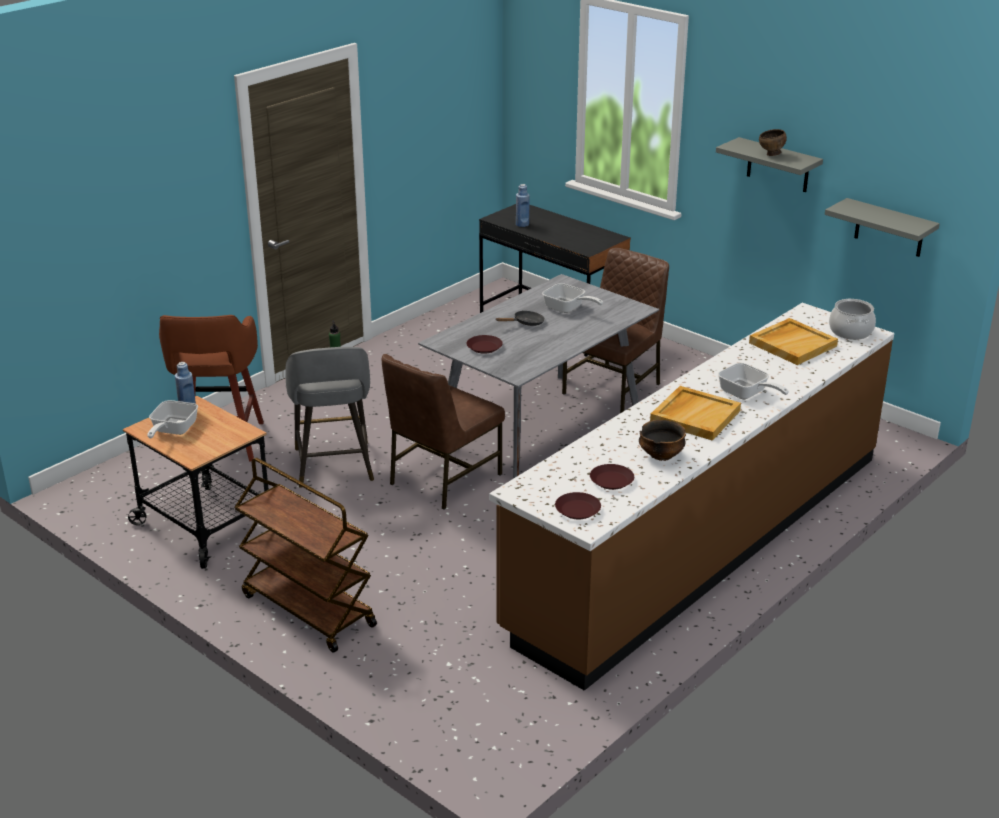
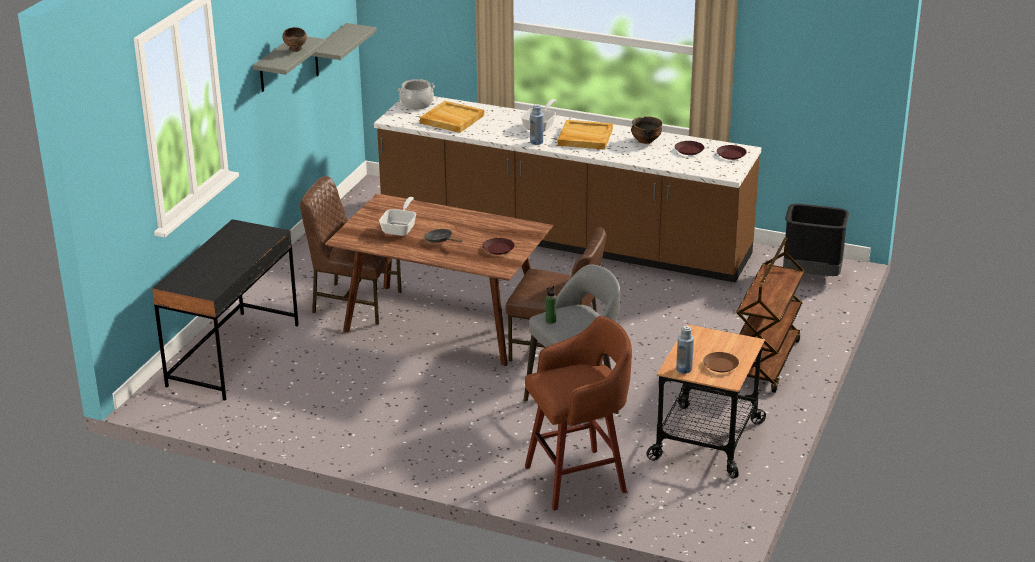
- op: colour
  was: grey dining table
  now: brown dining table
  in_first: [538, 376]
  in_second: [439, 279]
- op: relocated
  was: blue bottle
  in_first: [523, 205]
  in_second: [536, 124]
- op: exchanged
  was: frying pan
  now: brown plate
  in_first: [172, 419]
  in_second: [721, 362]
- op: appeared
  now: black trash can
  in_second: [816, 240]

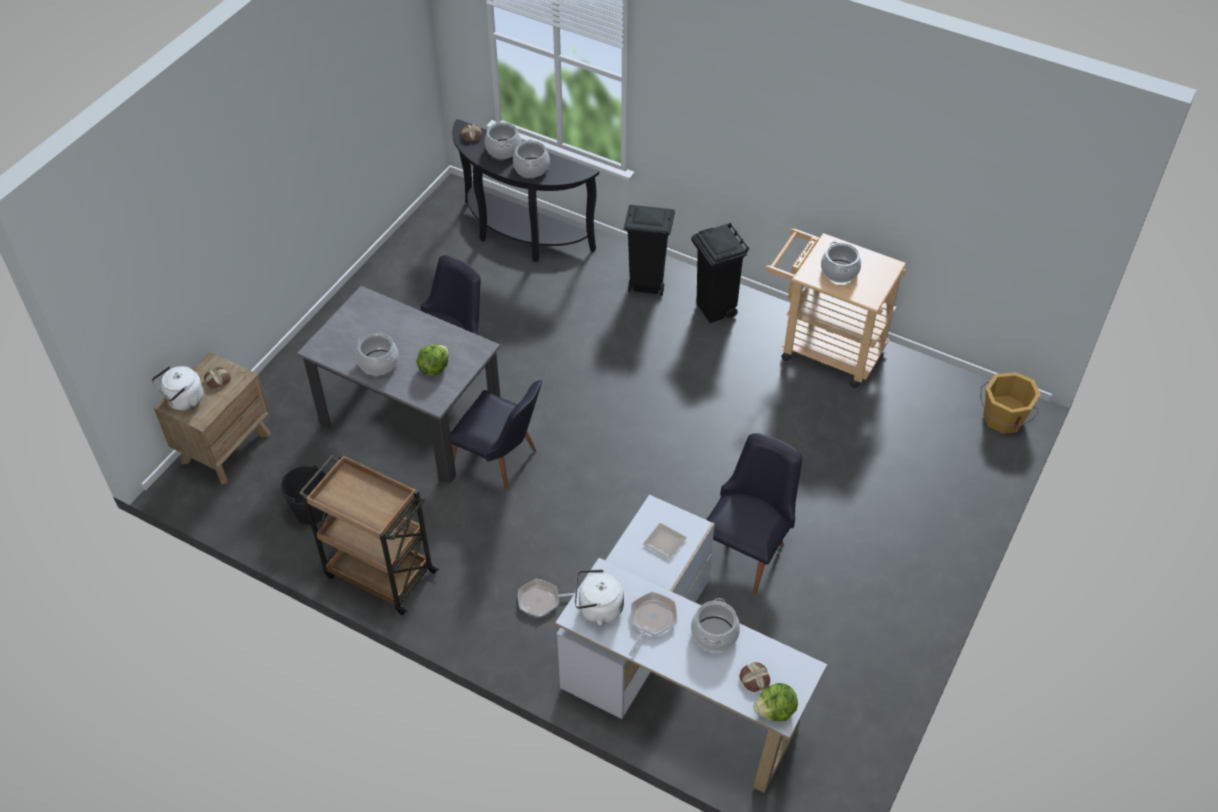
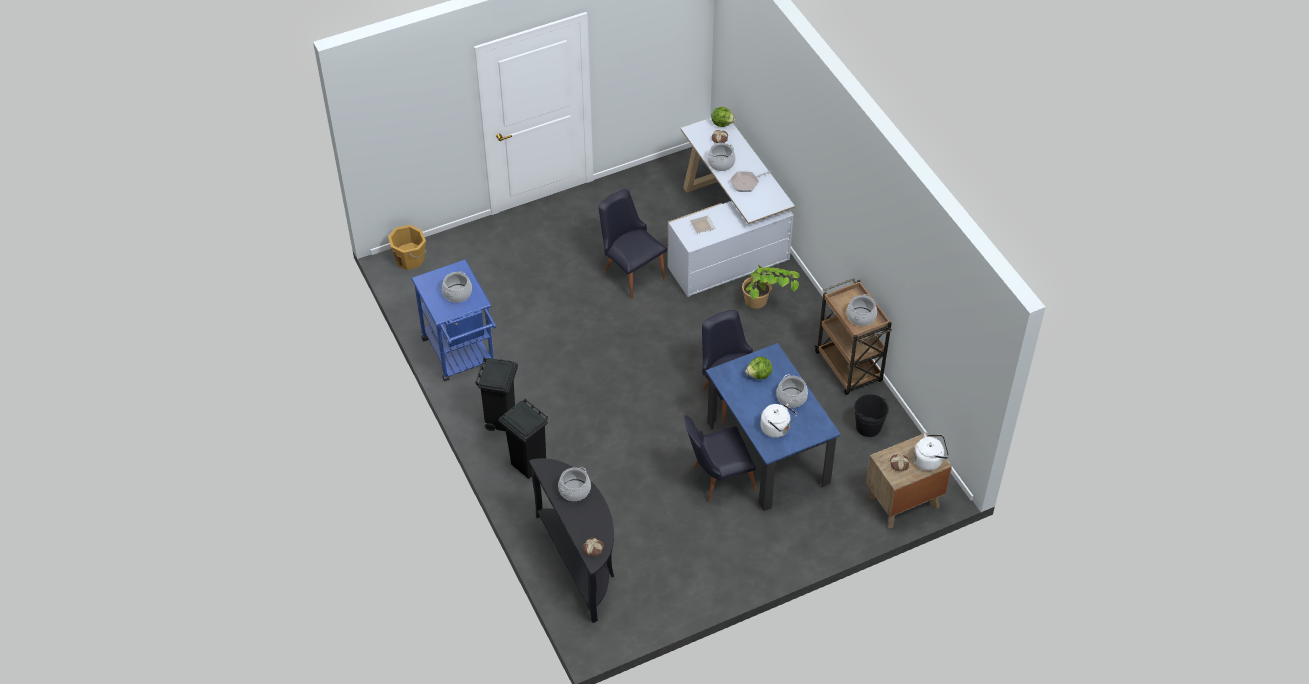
- op: colour
  was: beige cart
  now: blue cart
  in_first: [836, 308]
  in_second: [453, 320]
- op: spun
  was: black chair
  in_first: [754, 514]
  in_second: [633, 244]
  clockwise: 75
- op: colour
  was: grey dining table
  now: blue dining table
  in_first: [398, 385]
  in_second: [773, 427]
- op: exchanged
  was: frying pan
  now: potted plant
  in_first: [546, 598]
  in_second: [771, 287]
- op: relocated
  was: white kettle
  in_first: [599, 597]
  in_second: [778, 421]
- op: relocated
  was: cooking pot
  in_first: [503, 140]
  in_second: [862, 310]

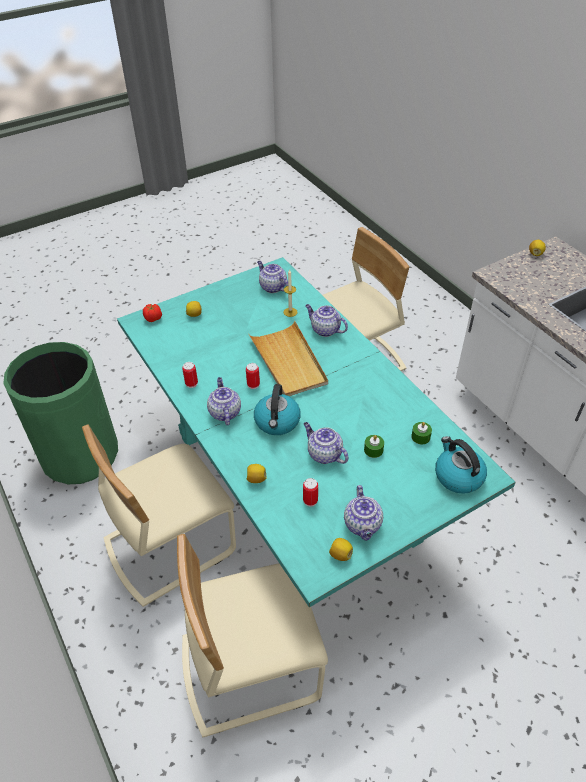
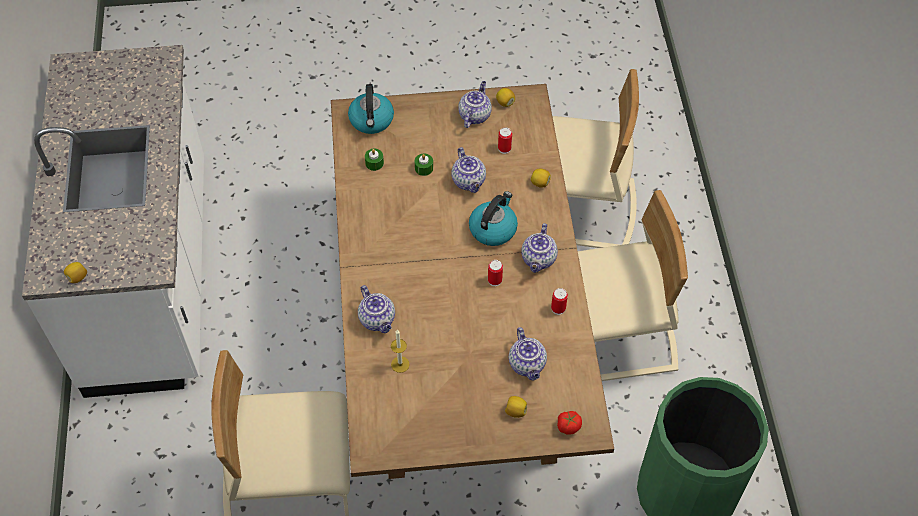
- op: colour
  was: turquoise dining table
  now: brown dining table
  in_first: [316, 432]
  in_second: [472, 281]
- op: relocated
  was: teapot
  in_first: [272, 277]
  in_second: [528, 354]
- op: missing
  was: beige tray
  in_first: [288, 358]

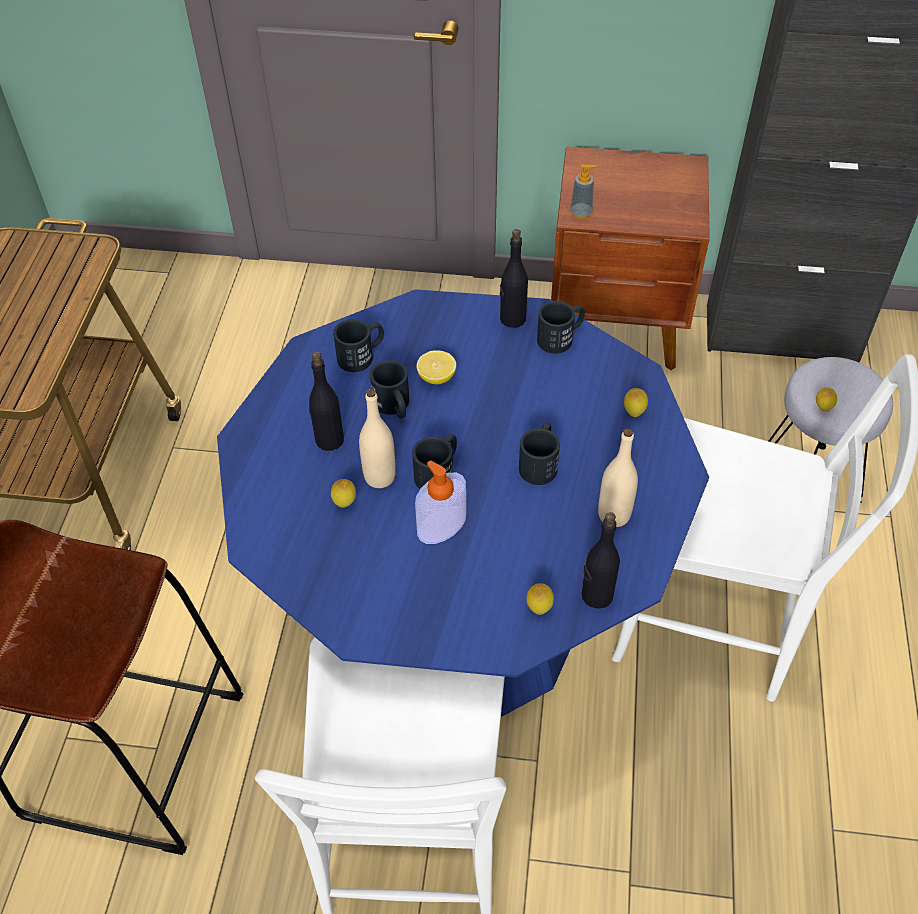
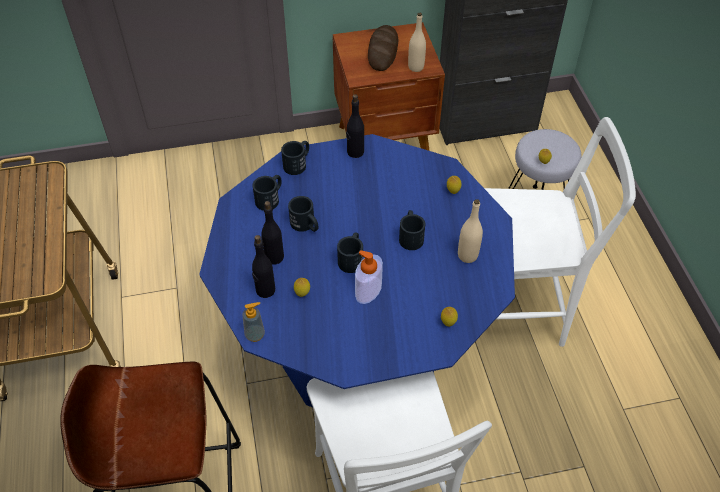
- op: relocated
  was: soap dispenser
  in_first: [584, 191]
  in_second: [254, 322]
- op: relocated
  was: black bottle
  in_first: [601, 560]
  in_second: [263, 266]
- op: relocated
  was: black mug
  in_first: [561, 327]
  in_second: [295, 158]
- op: appeared
  now: bread
  in_second: [383, 48]
- op: relocated
  was: beige bottle
  in_first: [377, 438]
  in_second: [417, 42]
- op: missing
  was: lemon
  in_first: [436, 367]

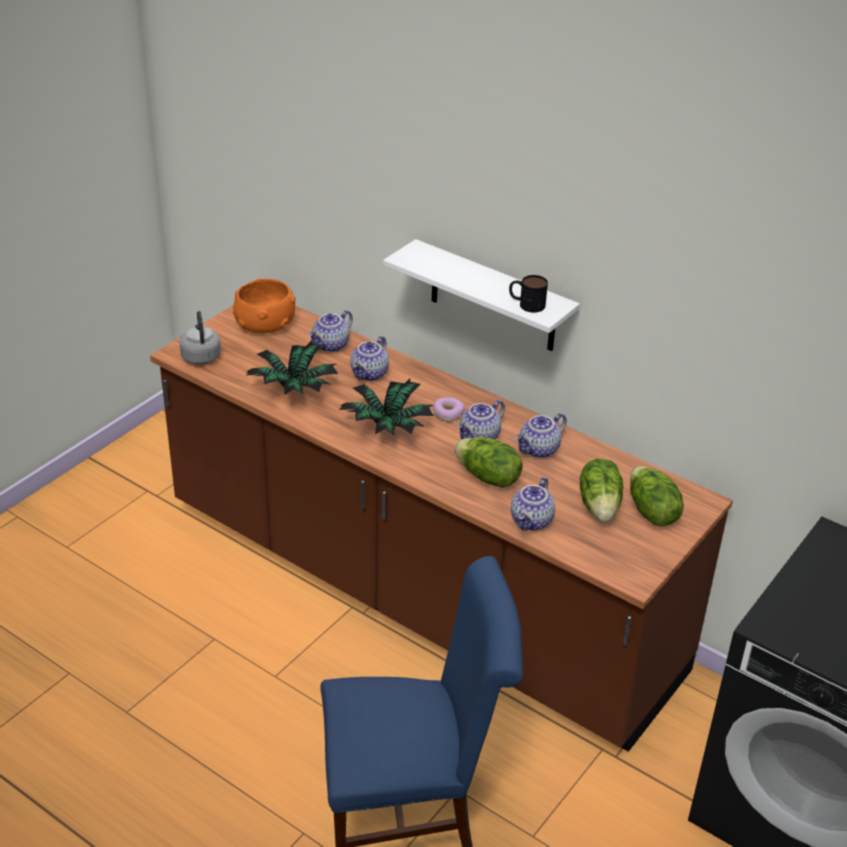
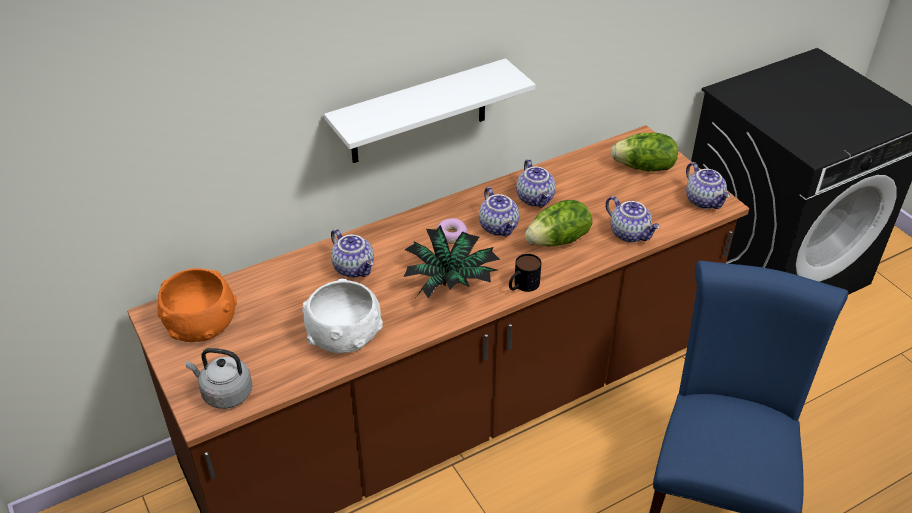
- op: exchanged
  was: potted plant
  now: white bowl
  in_first: [292, 367]
  in_second: [342, 316]
- op: relocated
  was: mug
  in_first: [528, 294]
  in_second: [525, 273]
- op: relocated
  was: teapot
  in_first: [330, 331]
  in_second: [708, 185]
- op: missing
  was: lettuce
  in_first: [601, 490]

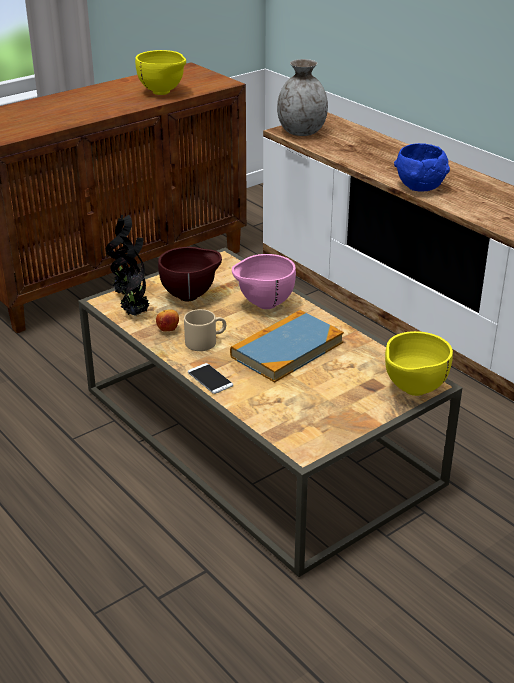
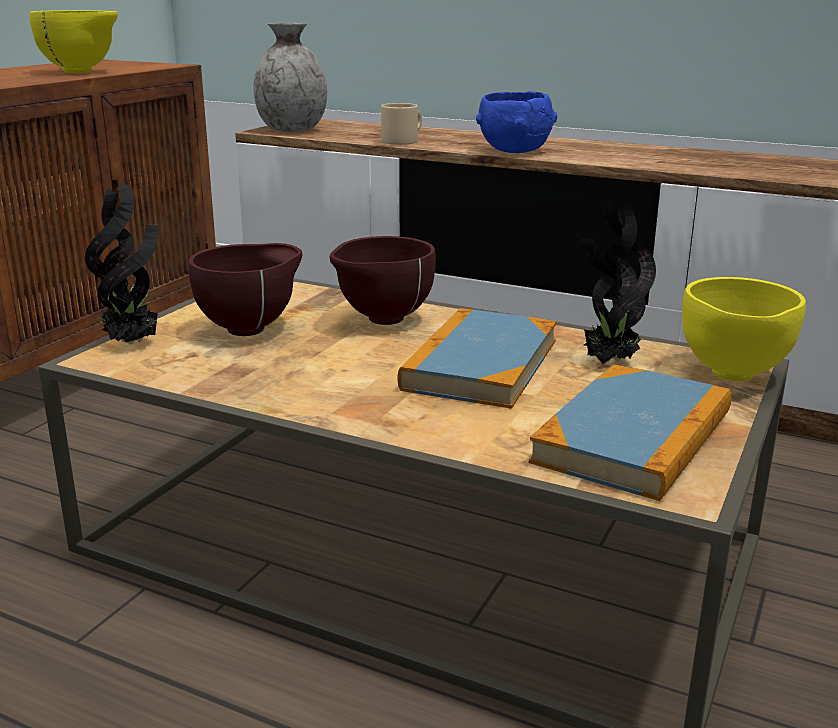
- op: colour
  was: pink bowl
  now: brown bowl
  in_first: [264, 281]
  in_second: [383, 280]
- op: relocated
  was: beige mug
  in_first: [205, 330]
  in_second: [401, 124]
- op: appeared
  now: book
  in_second: [630, 433]
- op: relocated
  was: potted plant
  in_first: [134, 276]
  in_second: [618, 282]
- op: missing
  was: apple
  in_first: [167, 320]
- op: missing
  was: phone
  in_first: [210, 378]

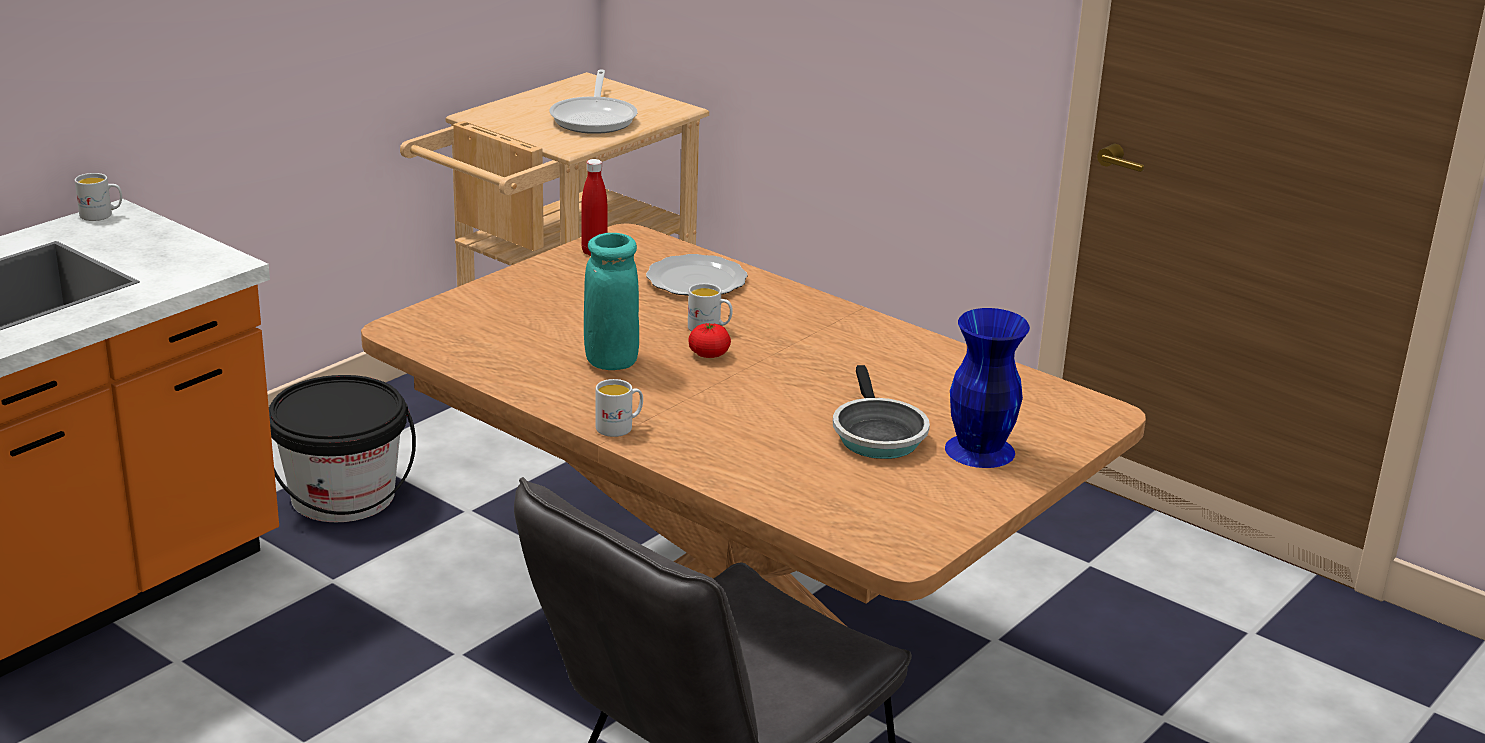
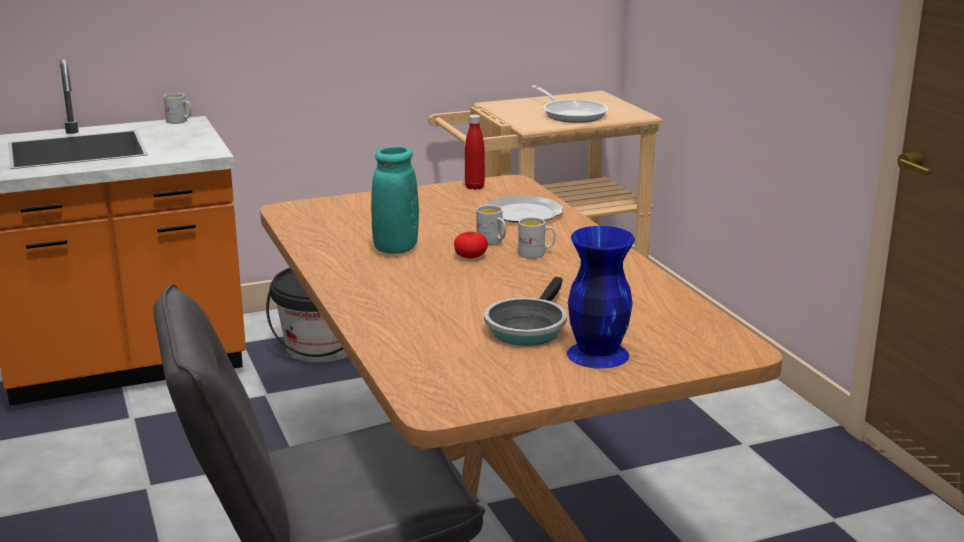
- op: relocated
  was: white mug
  in_first: [619, 408]
  in_second: [537, 237]
- op: spun
  was: frying pan
  in_first: [593, 101]
  in_second: [570, 104]
  clockwise: -60

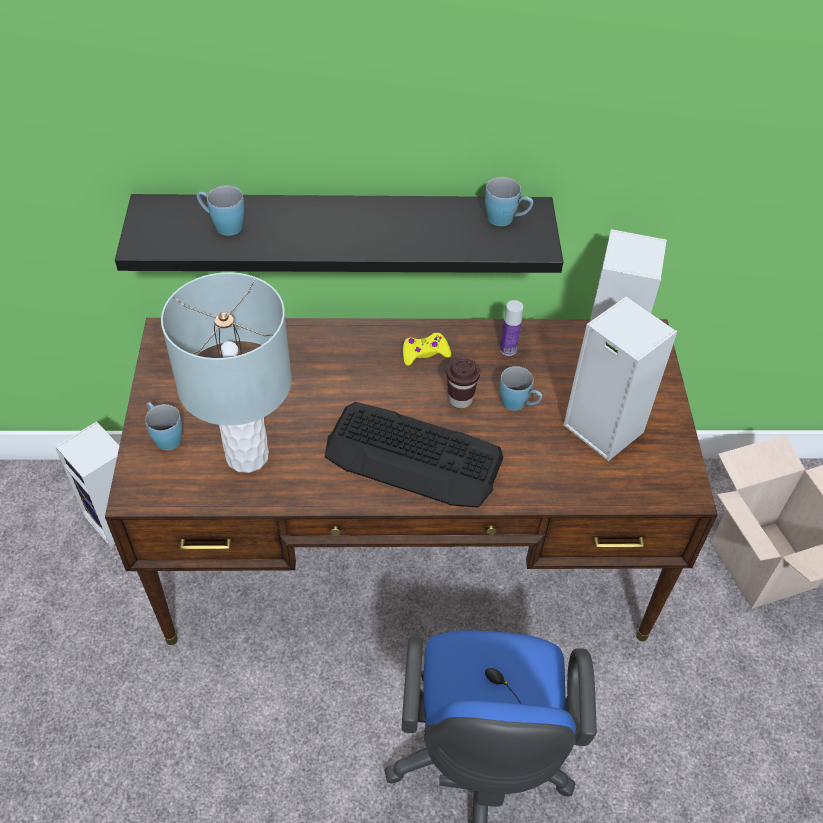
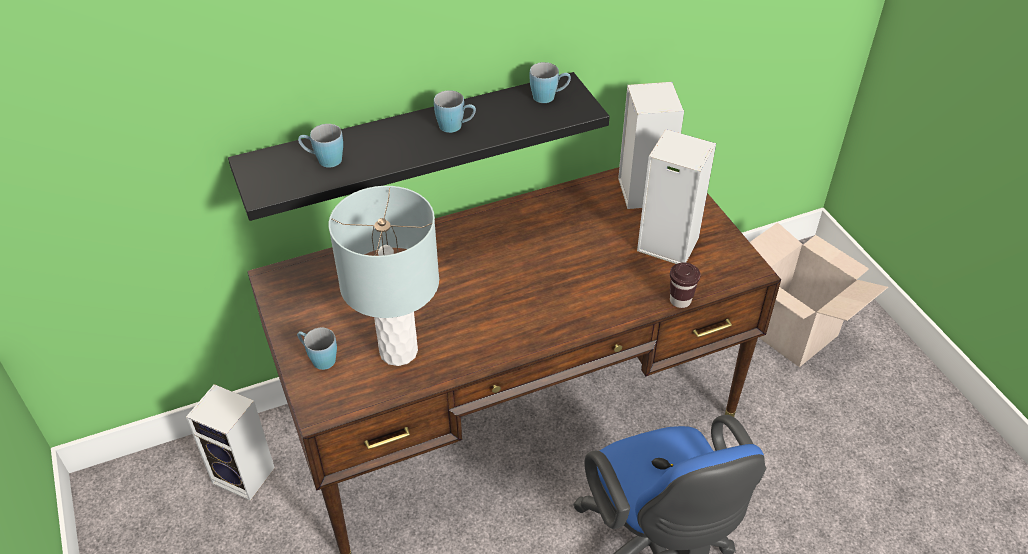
- op: relocated
  was: blue mug
  in_first: [521, 388]
  in_second: [455, 111]
- op: relocated
  was: brown cup
  in_first: [463, 383]
  in_second: [685, 285]
- op: missing
  was: keyboard
  in_first: [414, 455]
- op: missing
  was: yellow game controller
  in_first: [427, 349]
- op: missing
  was: bottle
  in_first: [511, 328]

